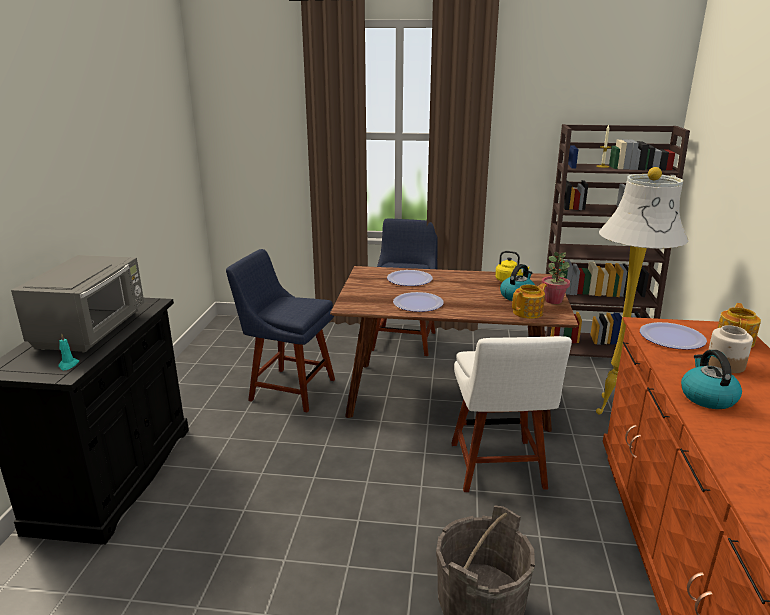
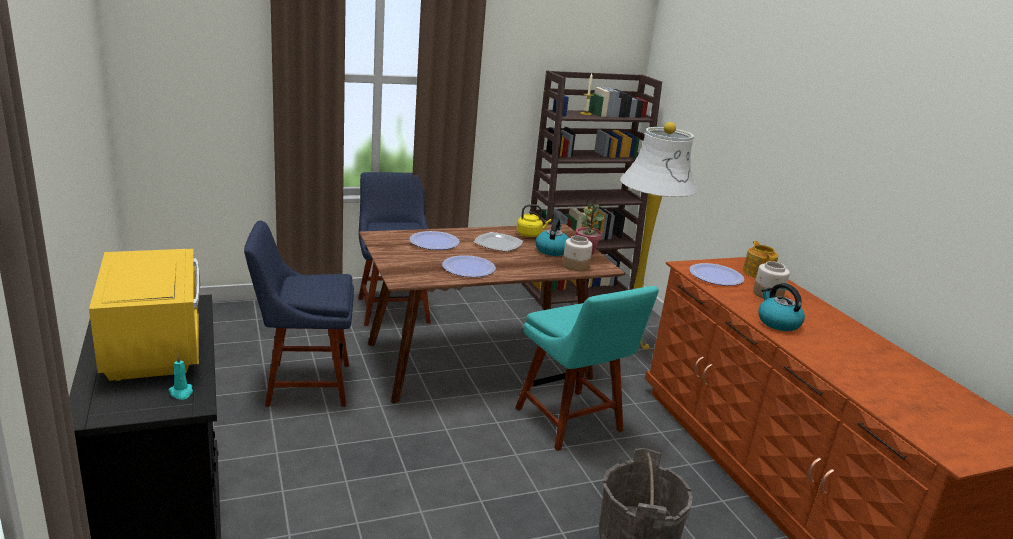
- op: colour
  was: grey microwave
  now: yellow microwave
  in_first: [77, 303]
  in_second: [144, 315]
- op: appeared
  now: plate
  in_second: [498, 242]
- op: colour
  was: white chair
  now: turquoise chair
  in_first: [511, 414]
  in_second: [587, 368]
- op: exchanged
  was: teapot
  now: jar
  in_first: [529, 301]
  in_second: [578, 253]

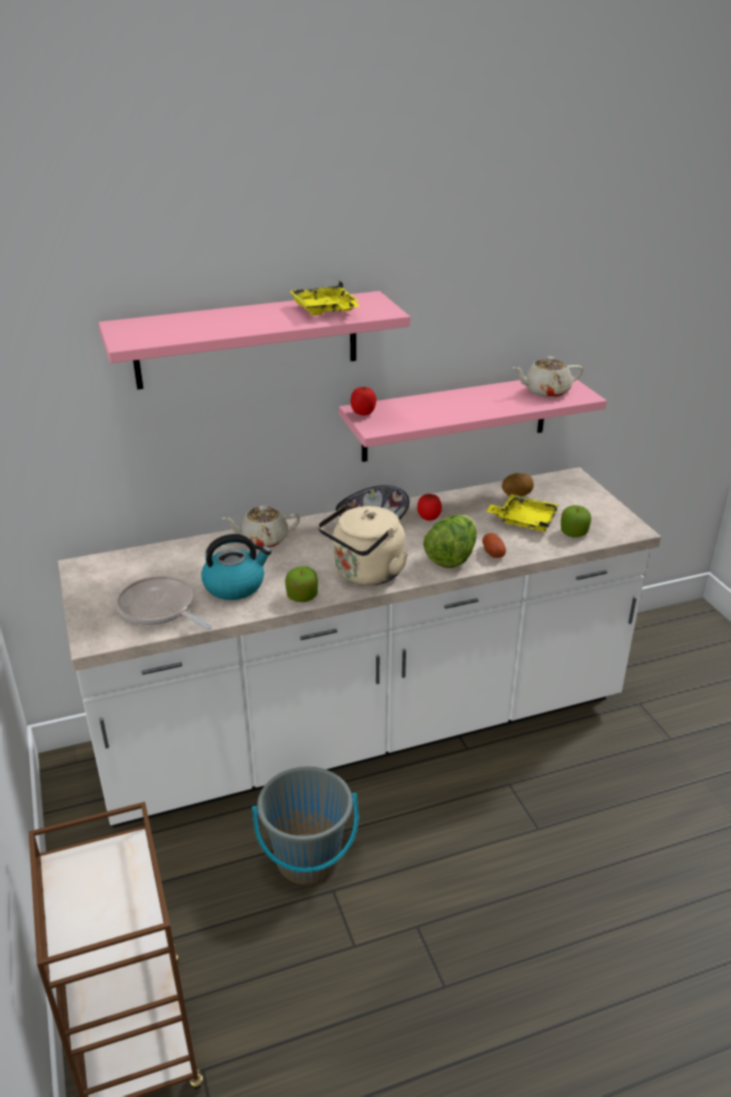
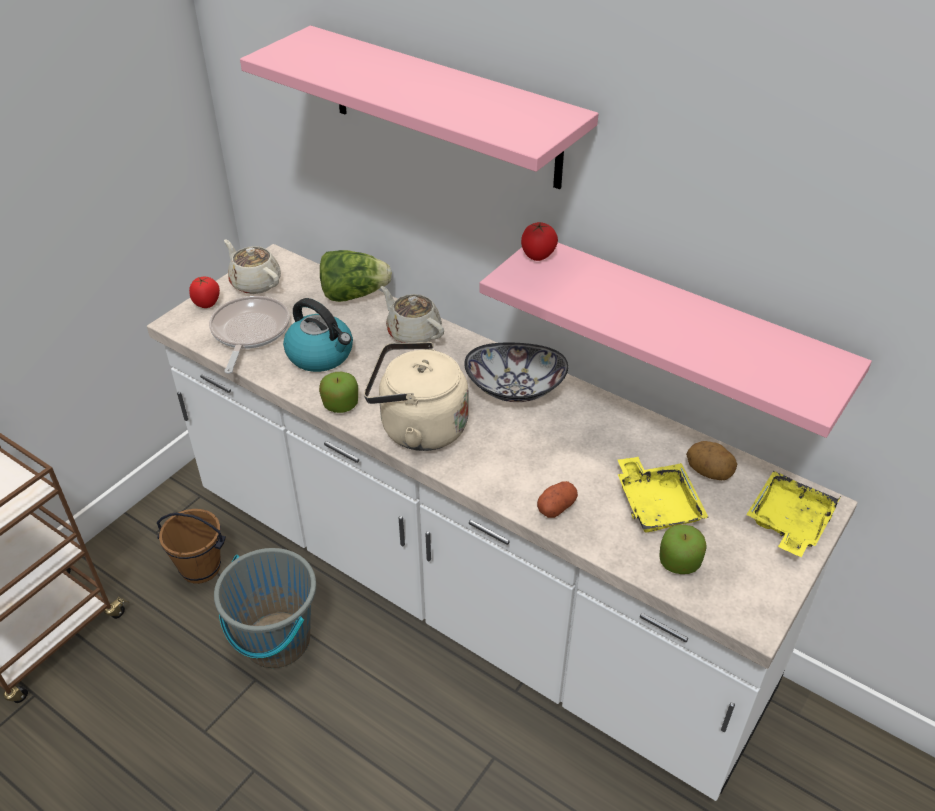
- op: appeared
  now: brown bucket
  in_second: [191, 546]
- op: relocated
  was: tomato
  in_first: [429, 507]
  in_second: [204, 292]
- op: relocated
  was: beige teapot
  in_first: [547, 377]
  in_second: [252, 267]
- op: relocated
  was: lettuce
  in_first: [450, 541]
  in_second: [356, 276]
- op: relocated
  was: yellow tray
  in_first: [324, 298]
  in_second: [794, 514]

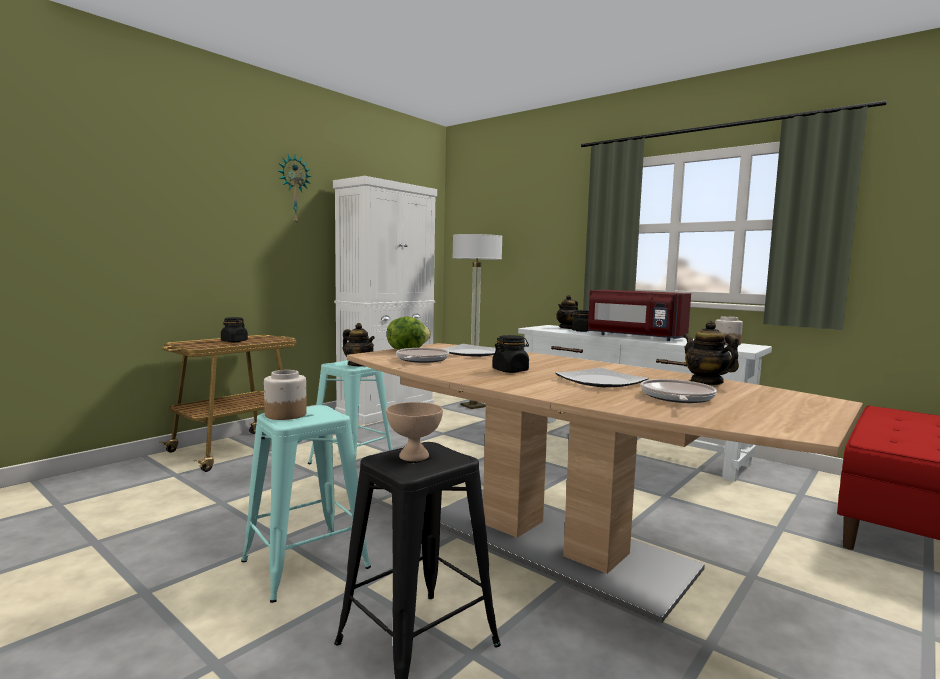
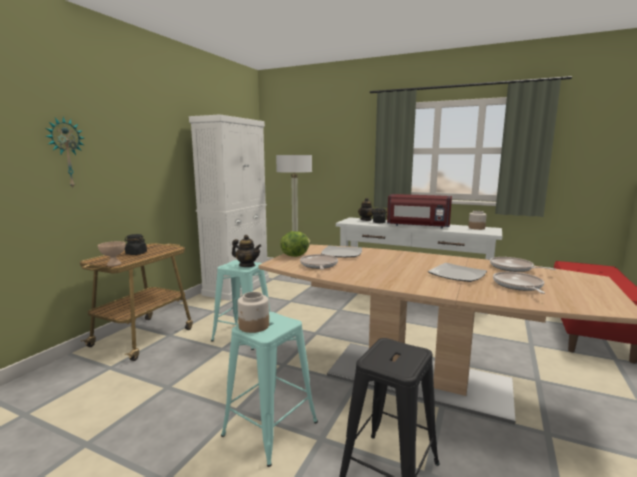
- op: relocated
  was: wall clock
  in_first: [295, 189]
  in_second: [65, 152]
- op: relocated
  was: beige bowl
  in_first: [414, 432]
  in_second: [112, 253]
- op: exchanged
  was: teapot
  now: frying pan
  in_first: [711, 353]
  in_second: [523, 264]
- op: missing
  was: black jar
  in_first: [510, 354]

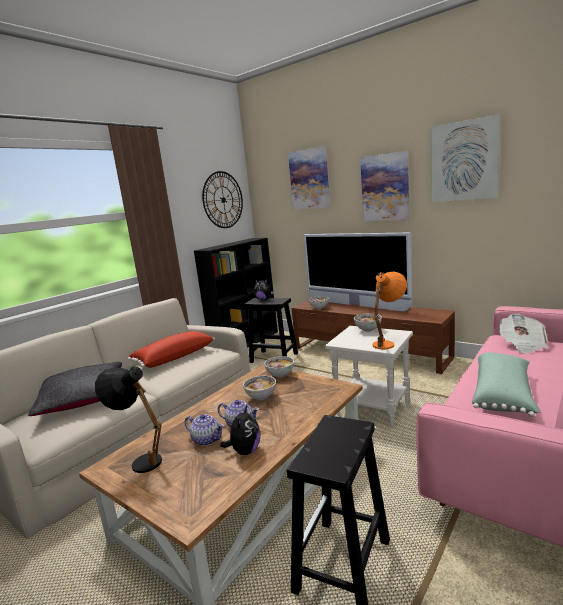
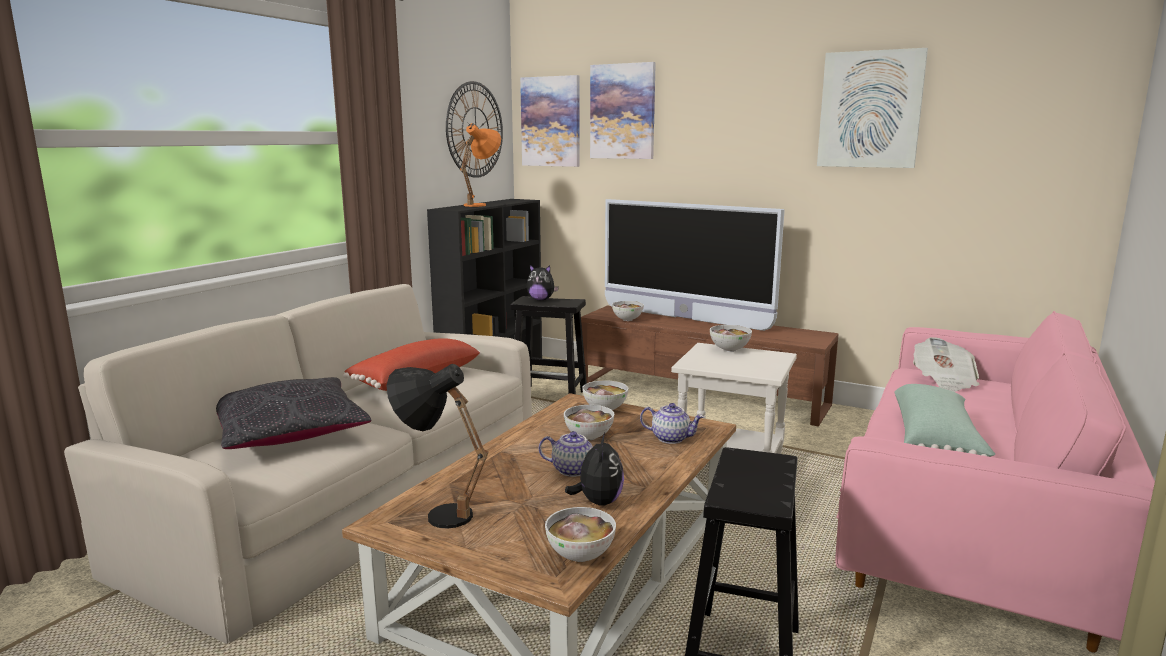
- op: relocated
  was: orange table lamp
  in_first: [389, 310]
  in_second: [480, 165]
- op: relocated
  was: picture
  in_first: [384, 186]
  in_second: [550, 121]
- op: appeared
  now: bowl
  in_second: [580, 534]
- op: relocated
  was: teapot
  in_first: [204, 430]
  in_second: [672, 423]

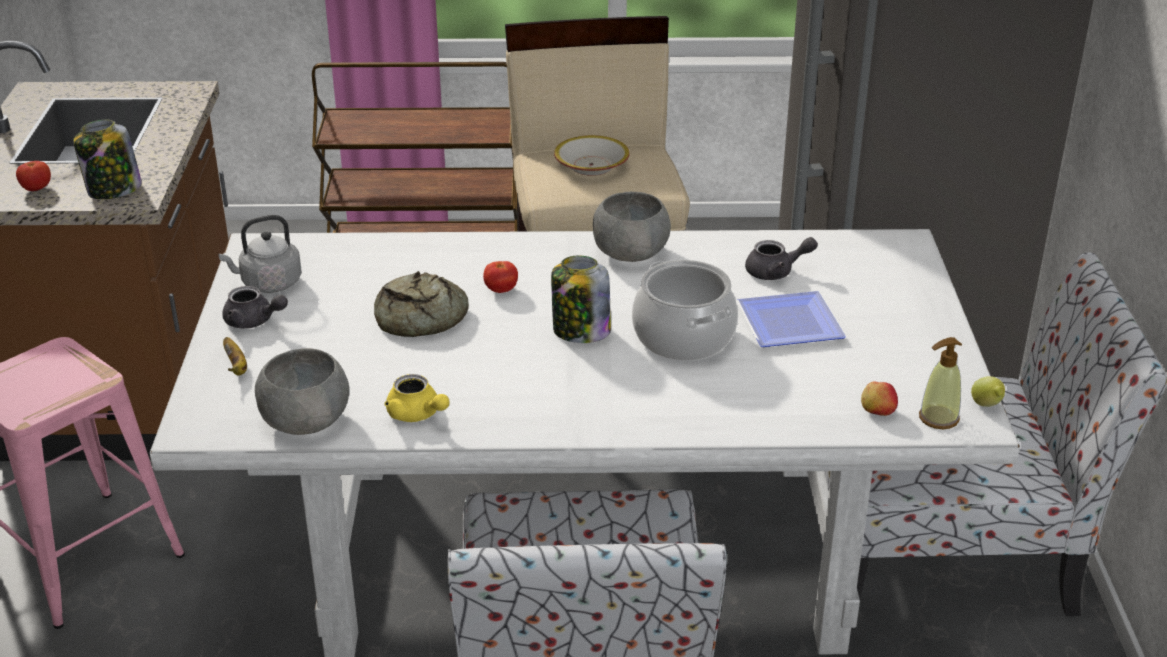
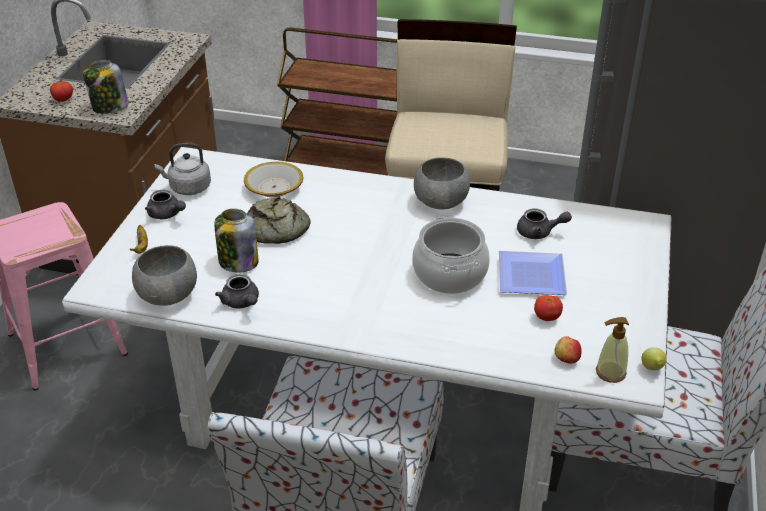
- op: relocated
  was: jar
  in_first: [581, 299]
  in_second: [236, 240]
- op: colour
  was: yellow teapot
  now: grey teapot
  in_first: [417, 398]
  in_second: [237, 291]
- op: relocated
  was: bowl
  in_first: [591, 155]
  in_second: [273, 179]
- op: relocated
  was: tomato
  in_first: [500, 277]
  in_second: [548, 308]

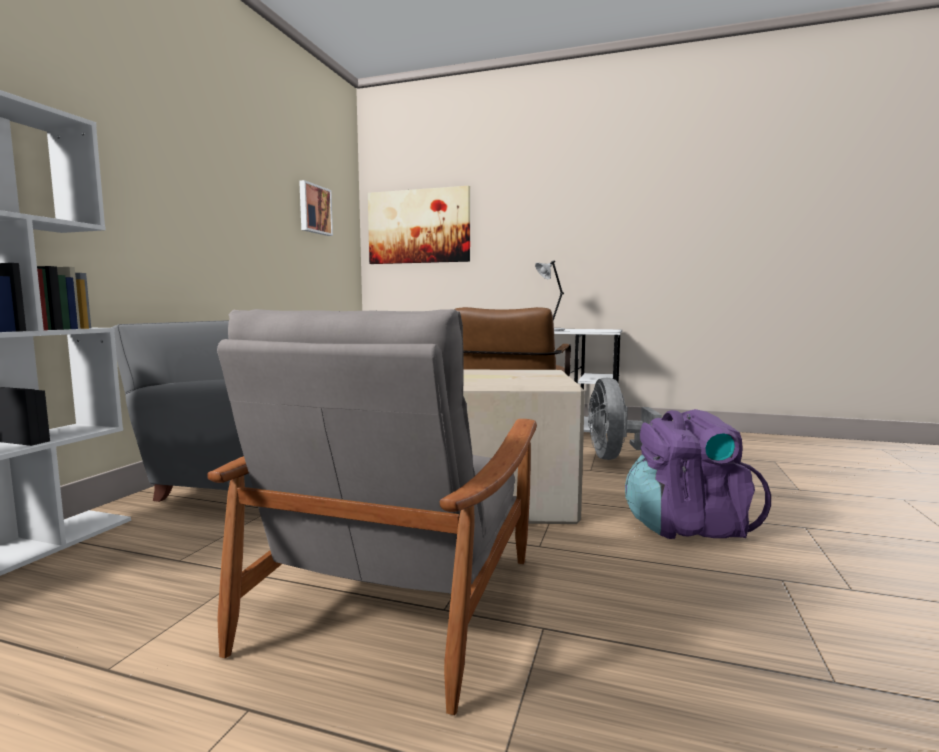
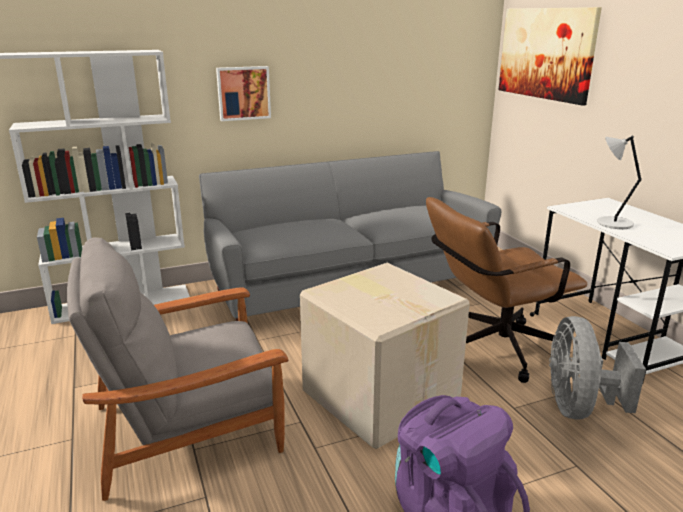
- op: relocated
  was: picture
  in_first: [316, 208]
  in_second: [243, 93]
- op: spun
  was: grey fan
  in_first: [625, 418]
  in_second: [597, 368]
  clockwise: -45

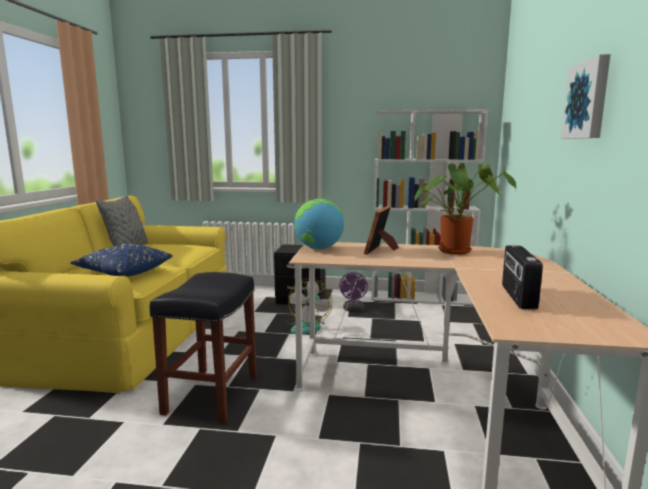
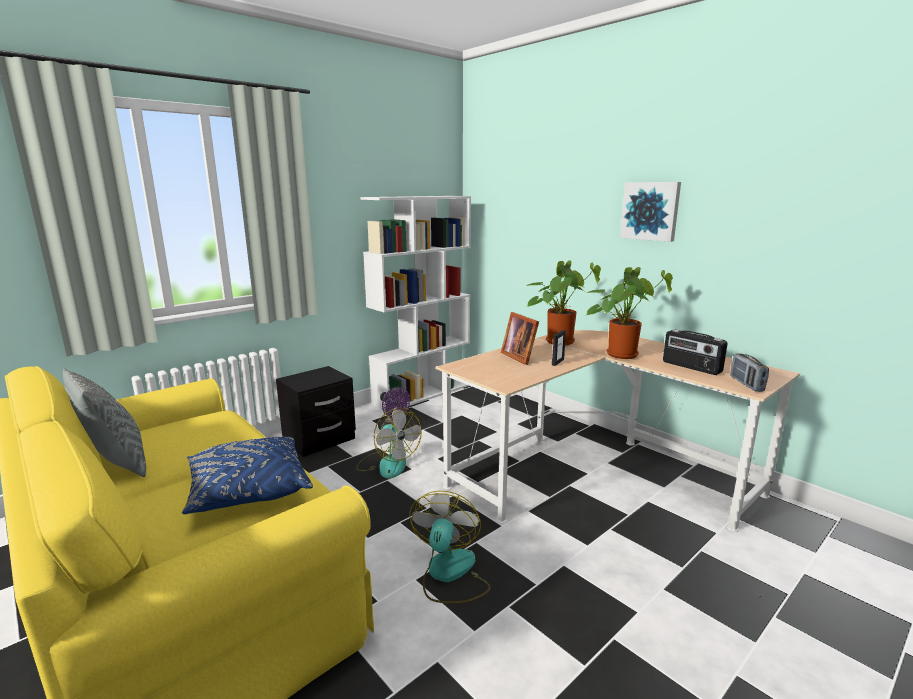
- op: exchanged
  was: black stool
  now: fan
  in_first: [203, 347]
  in_second: [450, 547]
- op: appeared
  now: picture frame
  in_second: [559, 348]
- op: appeared
  now: potted plant
  in_second: [629, 313]
- op: appeared
  now: radio
  in_second: [749, 372]
- op: missing
  was: globe
  in_first: [319, 224]

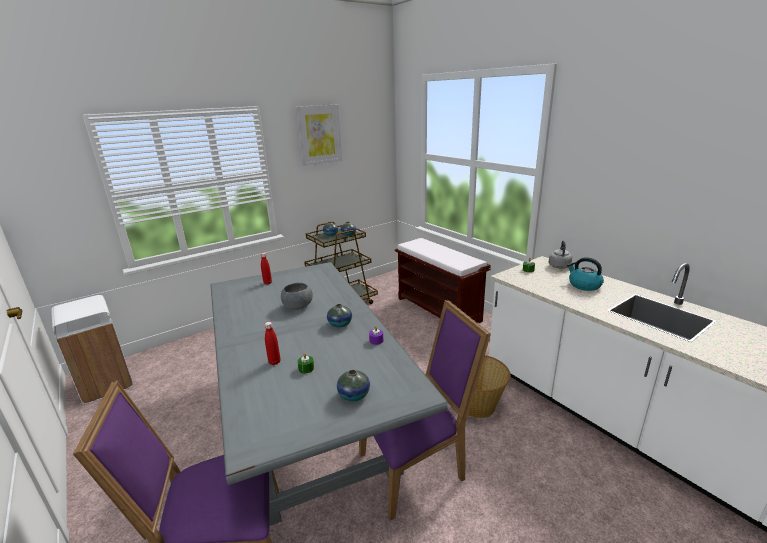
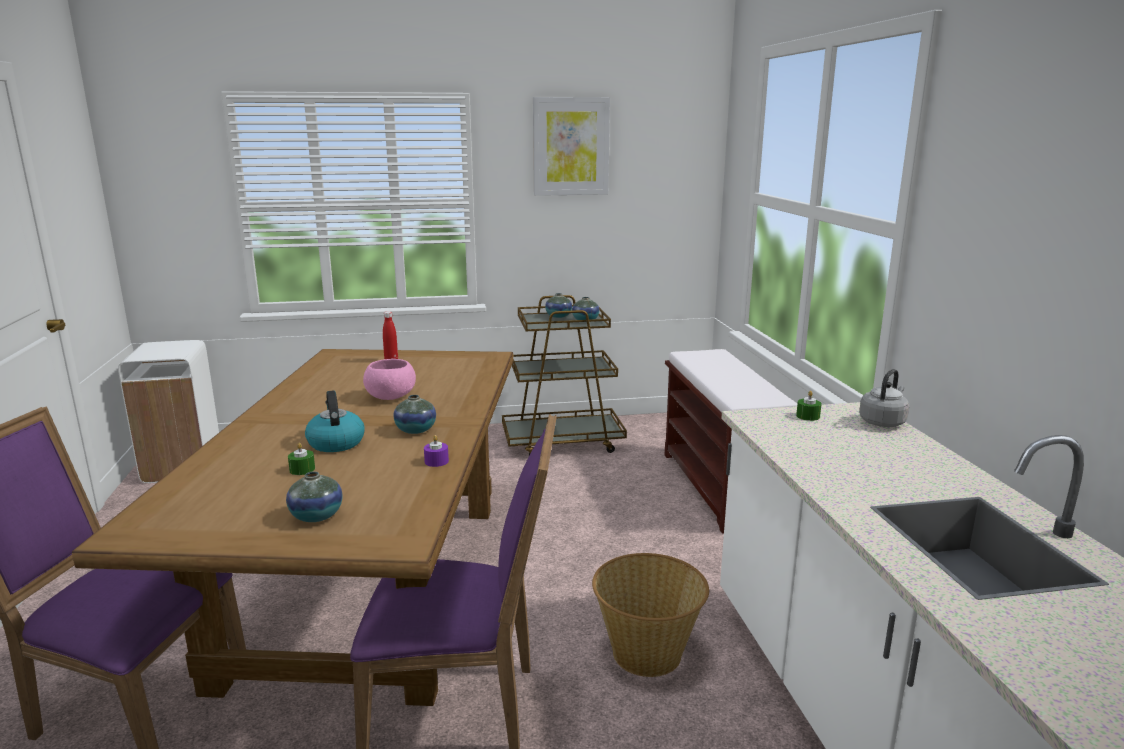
- op: colour
  was: grey dining table
  now: brown dining table
  in_first: [329, 394]
  in_second: [292, 527]
- op: relocated
  was: kettle
  in_first: [585, 274]
  in_second: [335, 421]
- op: colour
  was: grey bowl
  now: pink bowl
  in_first: [297, 296]
  in_second: [389, 379]
- op: missing
  was: red bottle
  in_first: [272, 343]

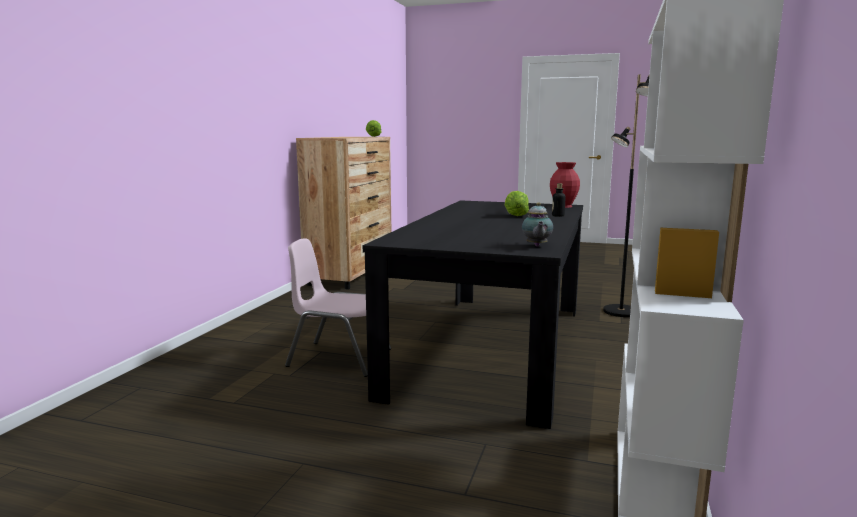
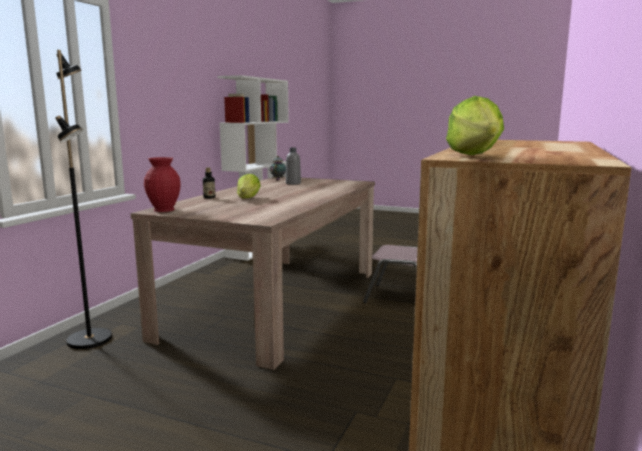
- op: colour
  was: black dining table
  now: beige dining table
  in_first: [473, 314]
  in_second: [252, 273]
- op: appeared
  now: grey bottle
  in_second: [293, 166]

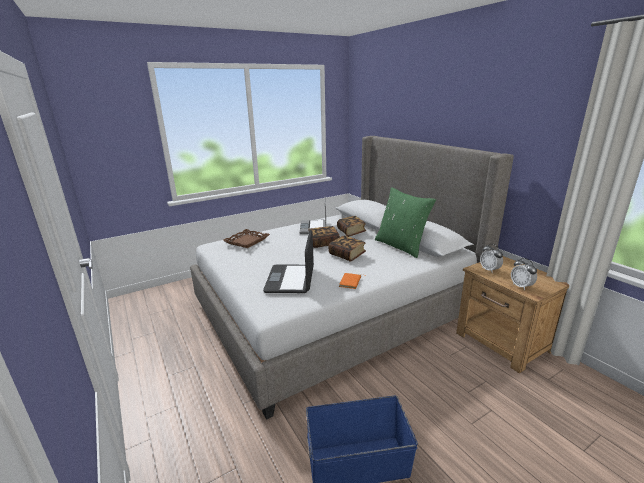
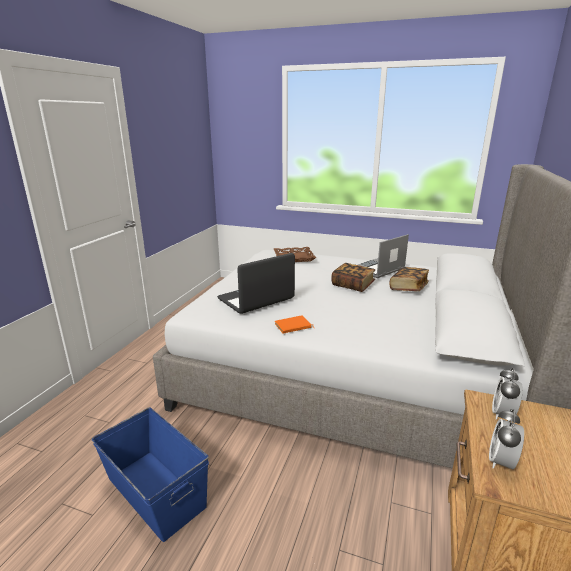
- op: missing
  was: book
  in_first: [347, 248]
- op: missing
  was: green pillow
  in_first: [405, 222]

